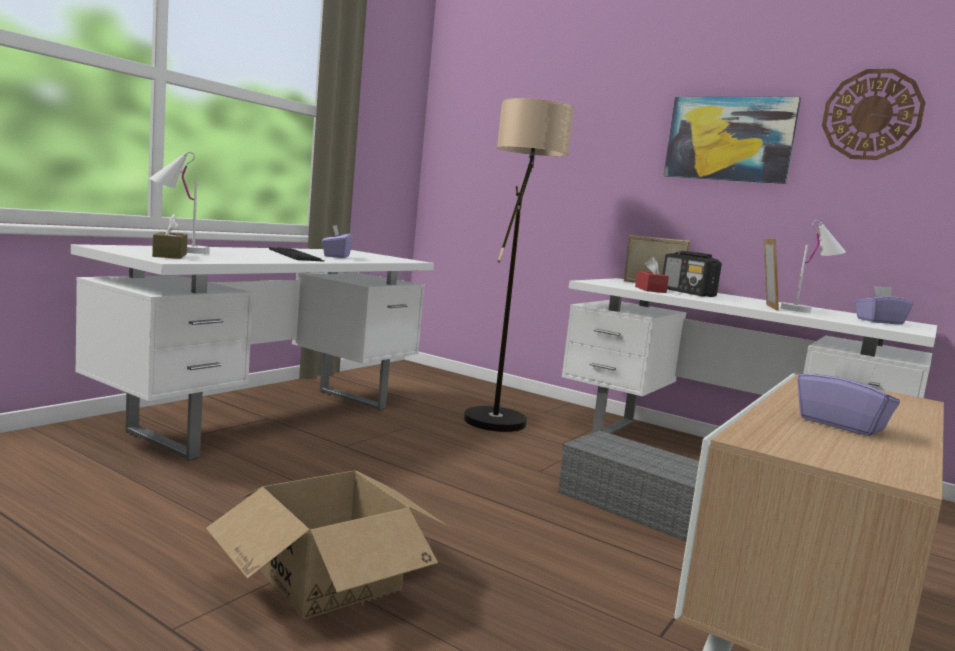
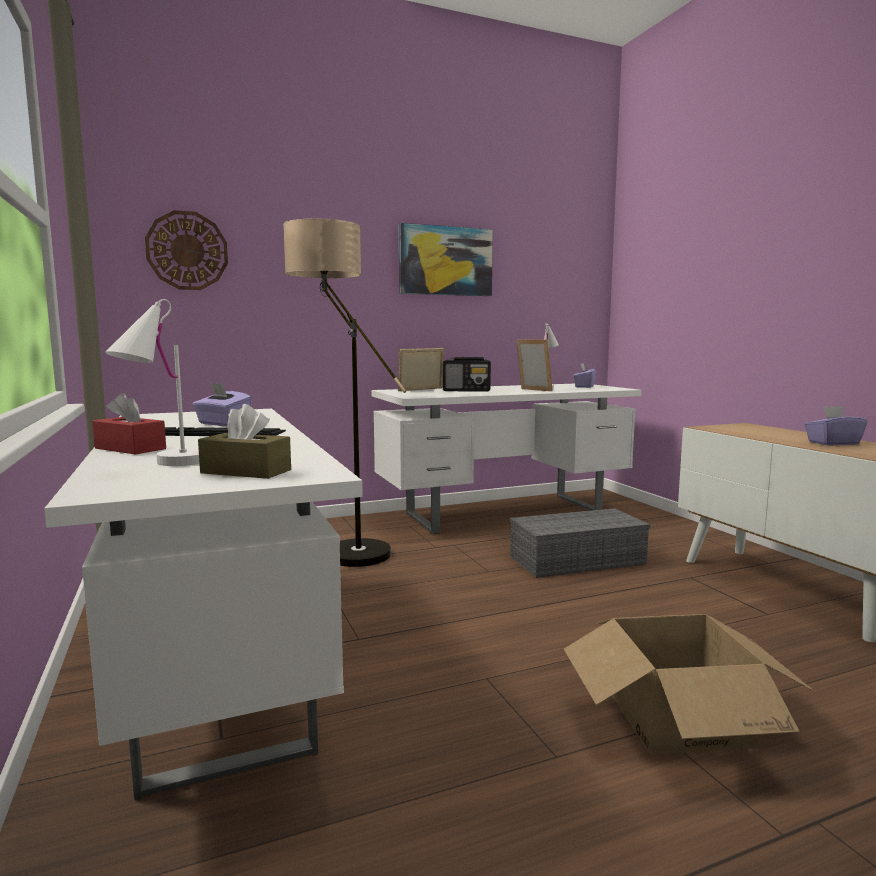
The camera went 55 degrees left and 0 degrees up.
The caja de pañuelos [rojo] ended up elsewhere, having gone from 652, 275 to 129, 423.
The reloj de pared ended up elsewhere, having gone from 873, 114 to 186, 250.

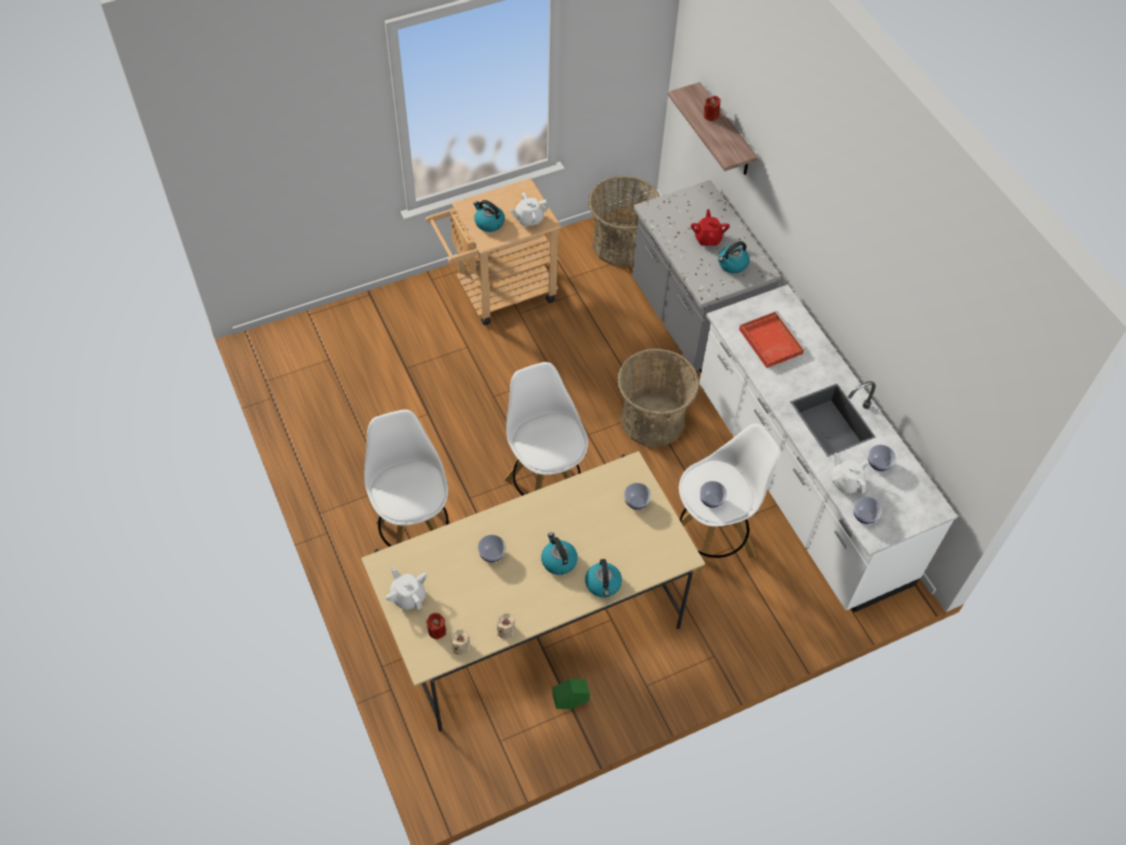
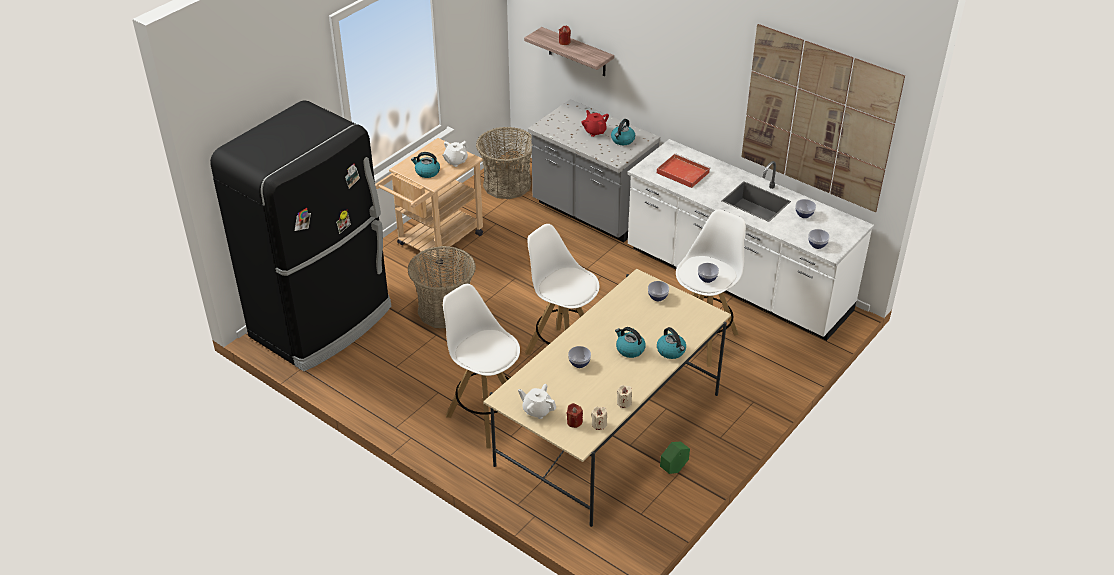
The camera went 25 degrees left and 15 degrees down.
The cesta ended up elsewhere, having gone from 658, 397 to 442, 287.
The second view lost the tetera [blanco] at 850, 473.
The second view gained the nevera [negro] at 300, 235.
The second view gained the cuadro at 823, 118.

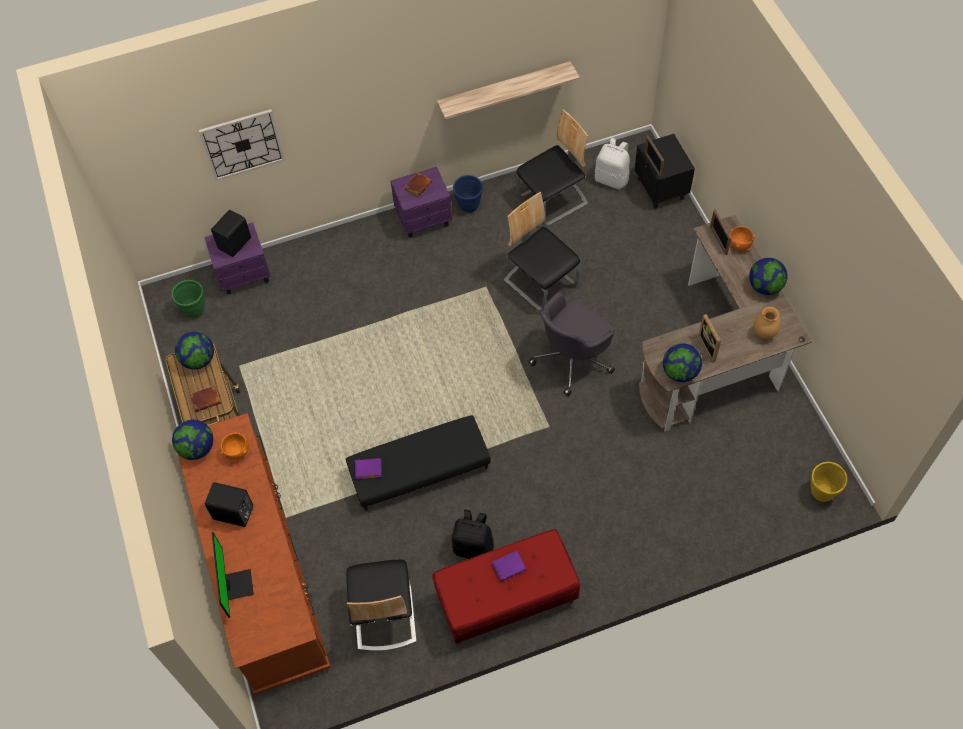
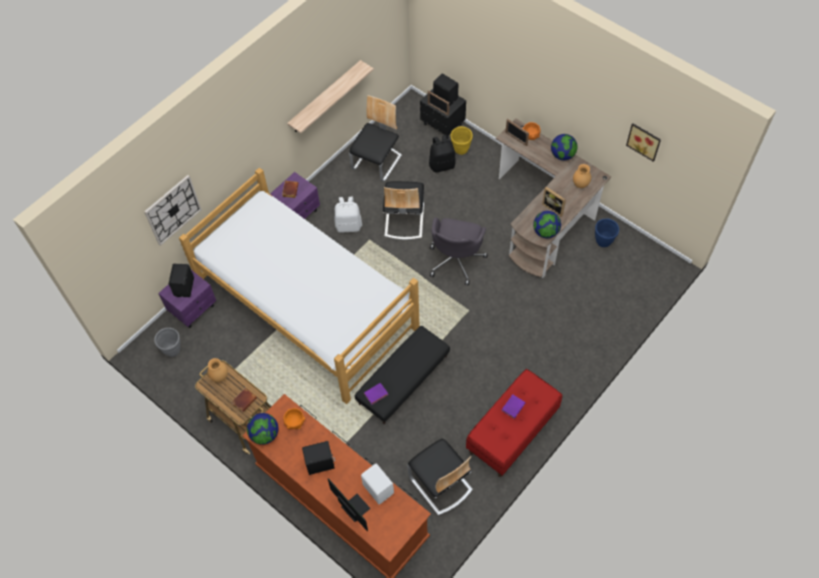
The camera went 30 degrees left and 0 degrees up.
What was the maceta [verde] at 188, 299 turned into the maceta [gris] at 167, 342.
Where the globo terráqueo stood at 194, 350, the florero [marrón] came to stand at 218, 370.
The mochila [negro] ended up elsewhere, having gone from 473, 534 to 442, 154.
The maceta [azul] ended up elsewhere, having gone from 468, 194 to 607, 232.
The silla at 542, 252 ended up facing another way, 105 degrees counterclockwise from before.
The mochila [blanco] ended up elsewhere, having gone from 612, 163 to 348, 214.
The maceta [amarillo] ended up elsewhere, having gone from 829, 482 to 462, 140.
The second view gained the cama at 299, 286.
The second view gained the altavoz [blanco] at 377, 483.
The second view gained the altavoz [negro] at 445, 90.
The second view gained the cuadro at 643, 143.

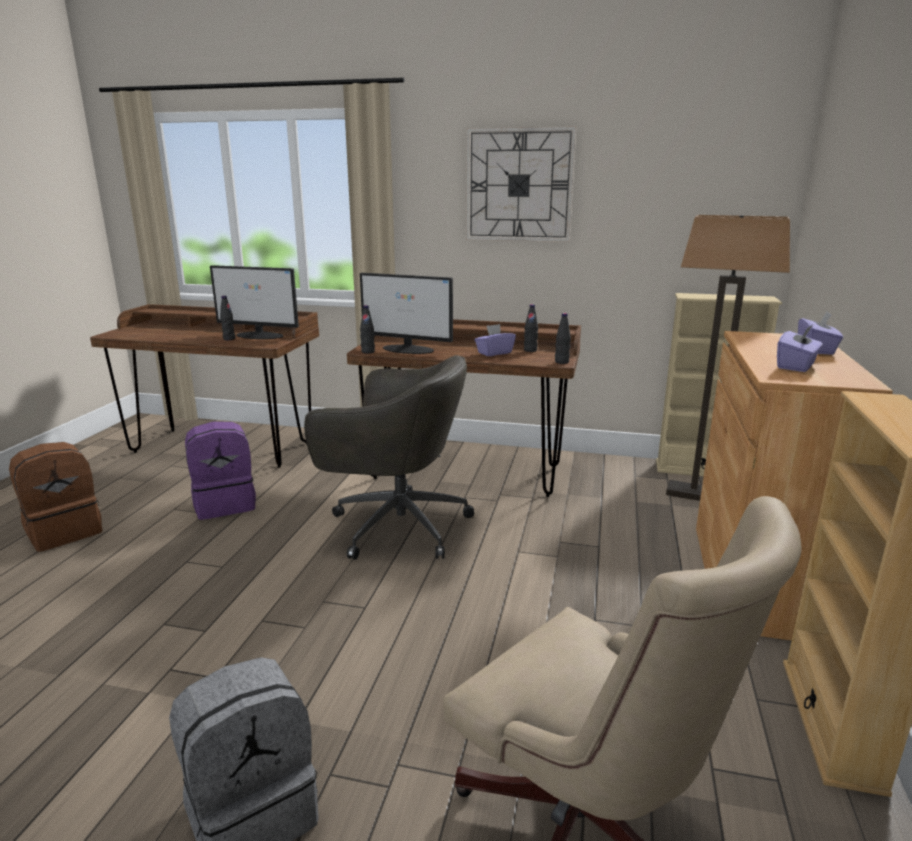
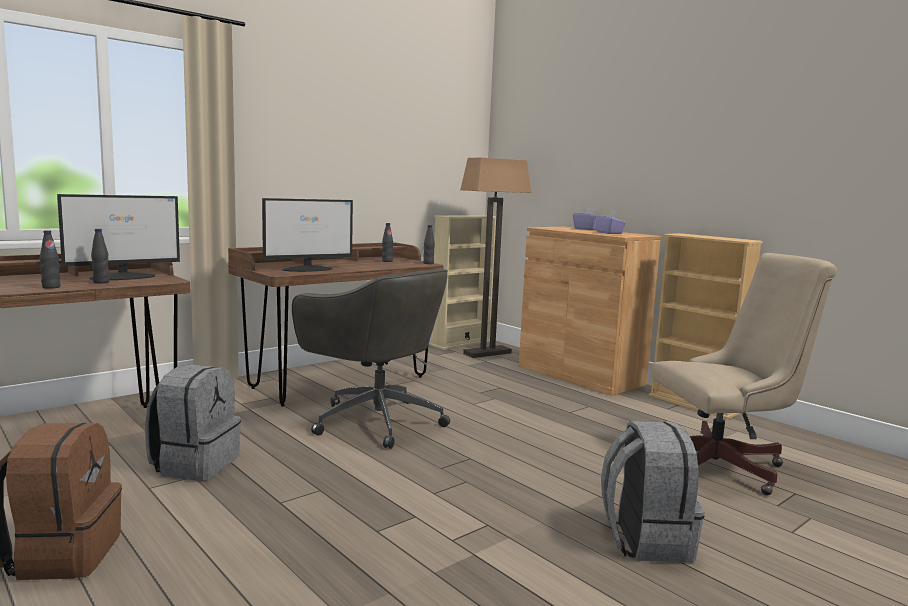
The camera went 55 degrees left and 10 degrees down.
What was the mochila [morado] at 220, 470 turned into the mochila [gris] at 193, 422.
The silla de oficina [gris] at 389, 457 ended up facing another way, 75 degrees clockwise from before.
The botella [negro] ended up elsewhere, having gone from 367, 329 to 50, 259.
The second view lost the reloj de pared at 521, 184.
The second view lost the caja de pañuelos [morado] at 495, 340.

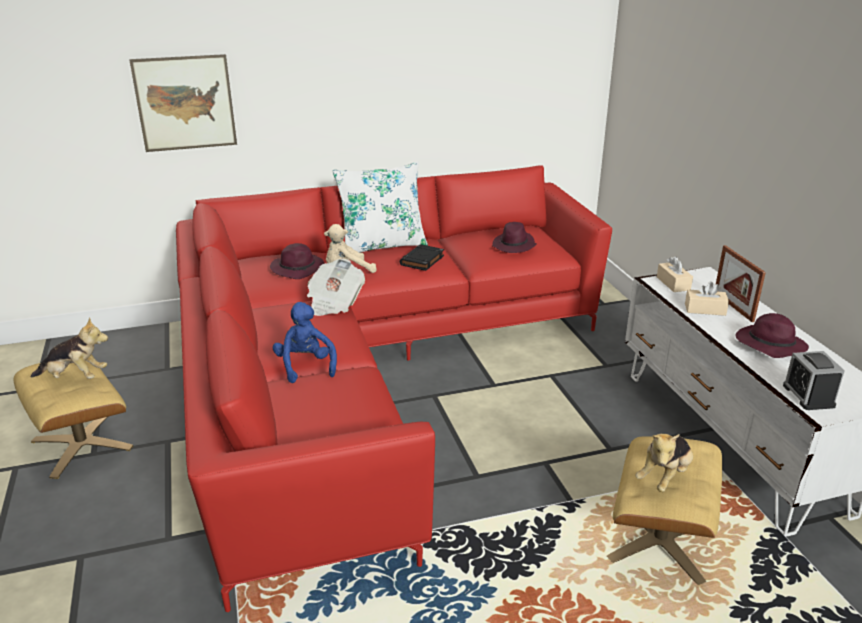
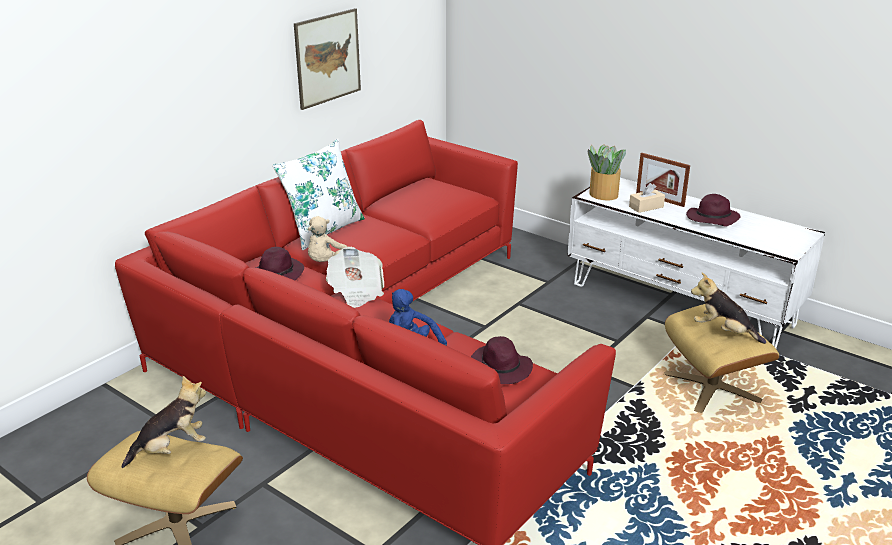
The camera went 35 degrees left and 0 degrees up.
The cuadro ended up elsewhere, having gone from 183, 103 to 327, 59.
The second view lost the libro [negro] at 422, 257.
The sombrero [morado] ended up elsewhere, having gone from 514, 237 to 502, 360.
The peluche at 664, 463 ended up facing another way, 120 degrees clockwise from before.
Where the caja de pañuelos [beis] stood at 675, 274, the planta en maceta came to stand at 607, 172.
The second view lost the despertador at 814, 380.

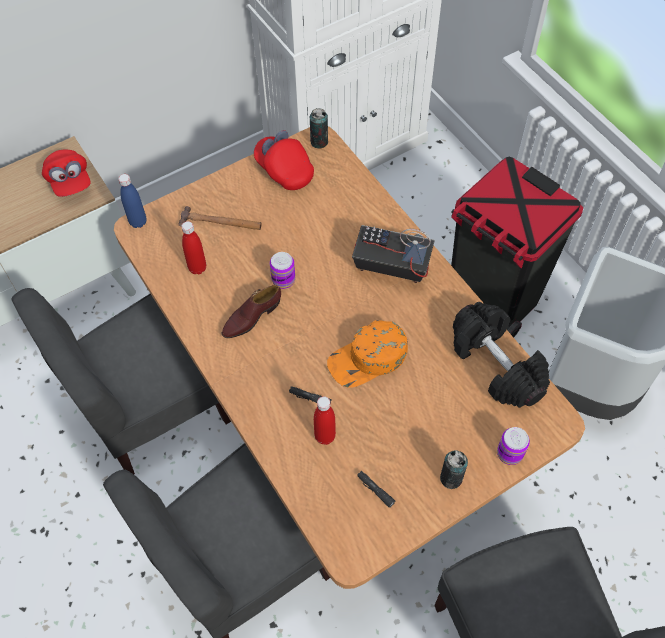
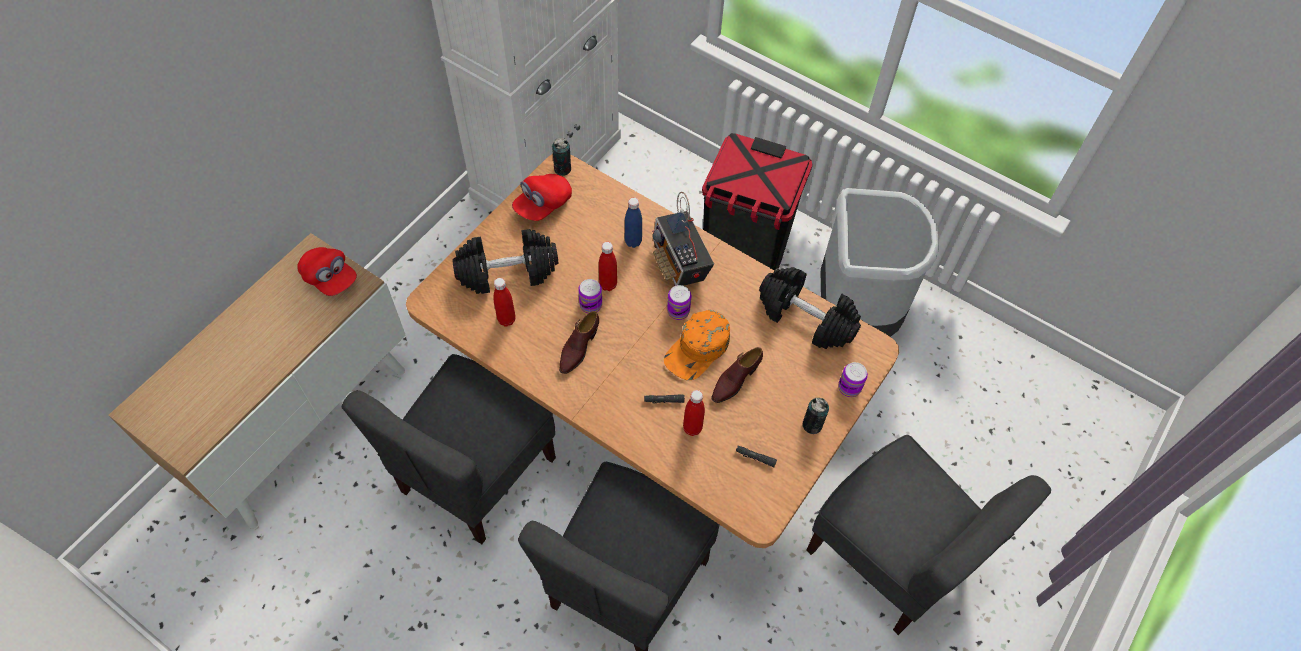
The camera went 25 degrees left and 0 degrees up.
The botella [azul] ended up elsewhere, having gone from 132, 201 to 633, 222.
Where the martillo stood at 220, 218, the mancuerna [negro] came to stand at 505, 261.
The gorra [rojo] at 284, 160 ended up facing another way, 75 degrees counterclockwise from before.
The radio at 393, 254 ended up facing another way, 105 degrees counterclockwise from before.
The second view gained the botella [rojo] at 608, 266.
The second view gained the lata at 679, 302.
The second view gained the zapato [marrón] at 737, 375.

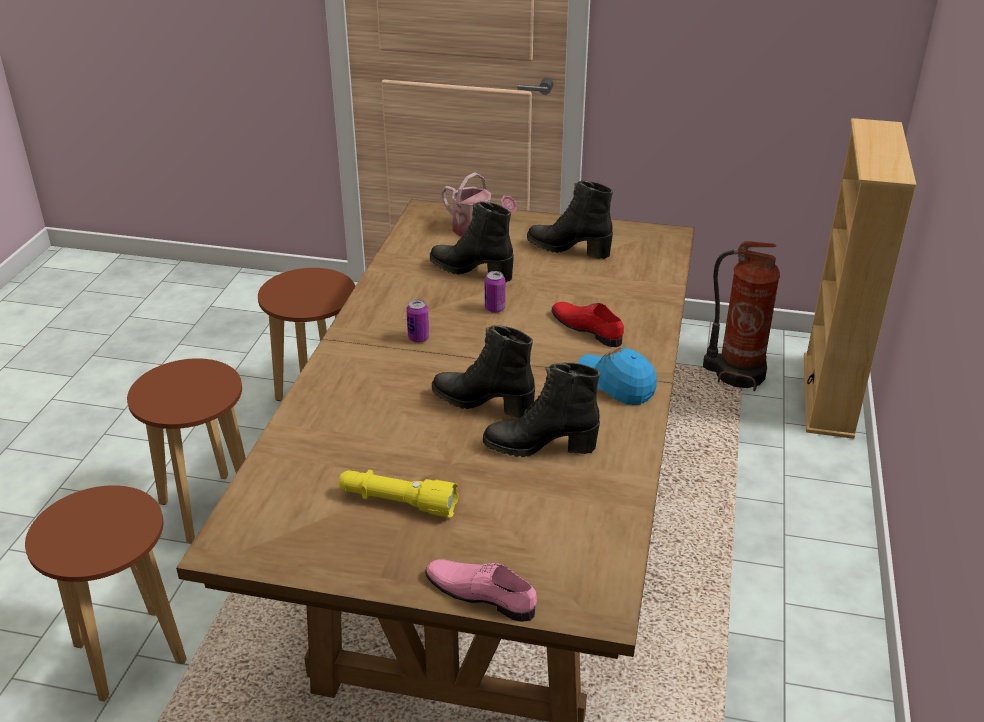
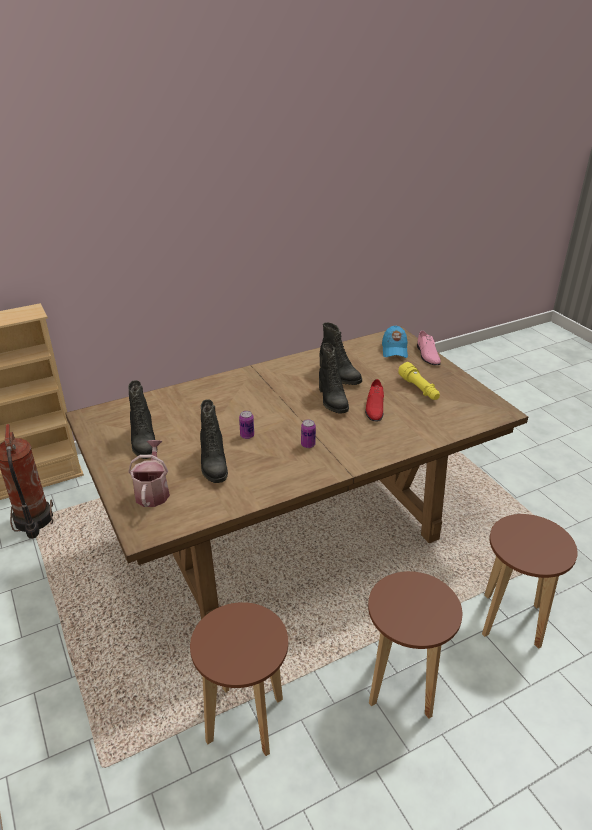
The camera went 130 degrees left and 0 degrees up.
The zapato [rojo] ended up elsewhere, having gone from 588, 324 to 374, 400.
The gorra [azul] ended up elsewhere, having gone from 617, 376 to 395, 342.

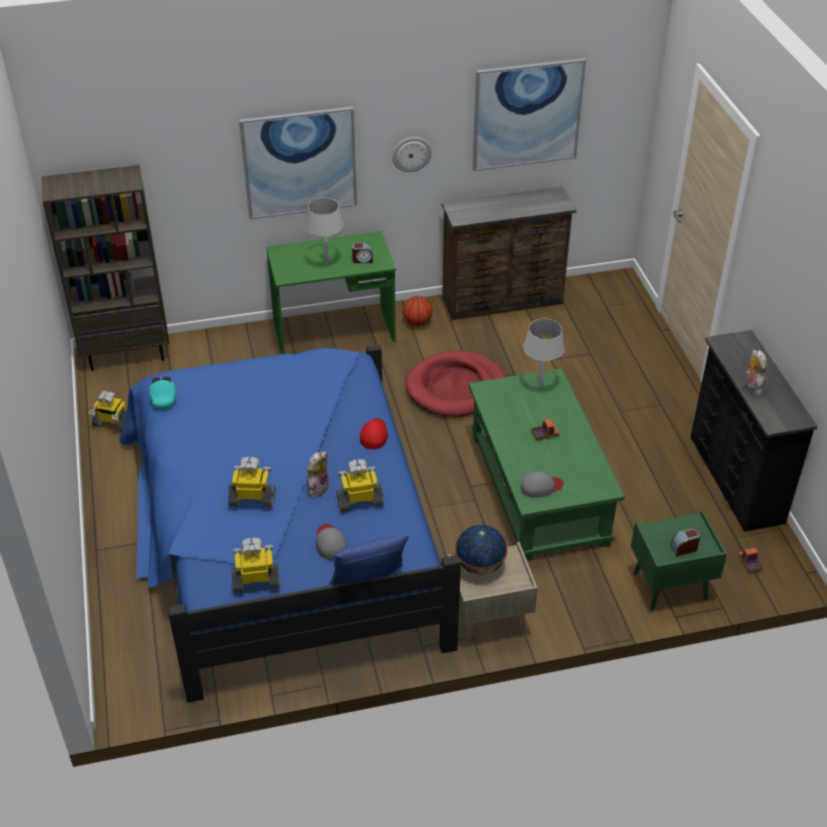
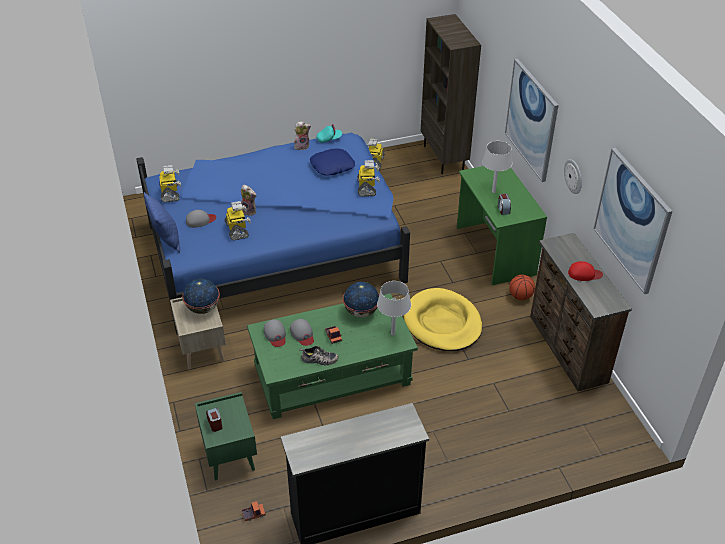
The camera went 85 degrees right and 0 degrees up.
The robot de juguete ended up elsewhere, having gone from 252, 482 to 368, 178.
The gorra [rojo] ended up elsewhere, having gone from 374, 433 to 585, 271.
What was the cama para perro [rojo] at 455, 384 turned into the cama para perro [amarillo] at 443, 319.
The peluche ended up elsewhere, having gone from 756, 373 to 302, 135.
The second view gained the gorra [gris] at 302, 332.
The second view gained the zapato at 319, 355.
The second view gained the cojín [azul] at 332, 162.
The second view gained the globo terráqueo at 361, 300.

